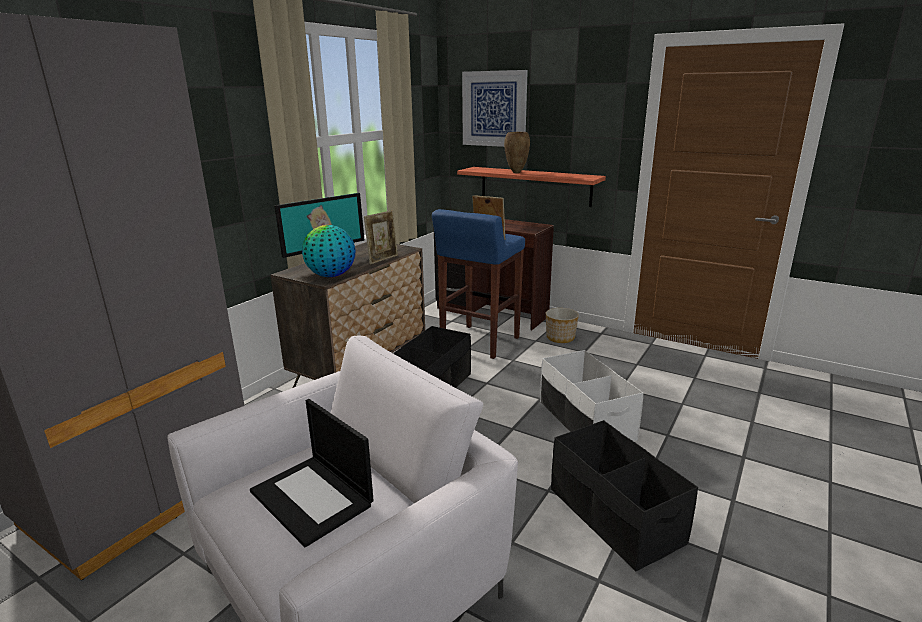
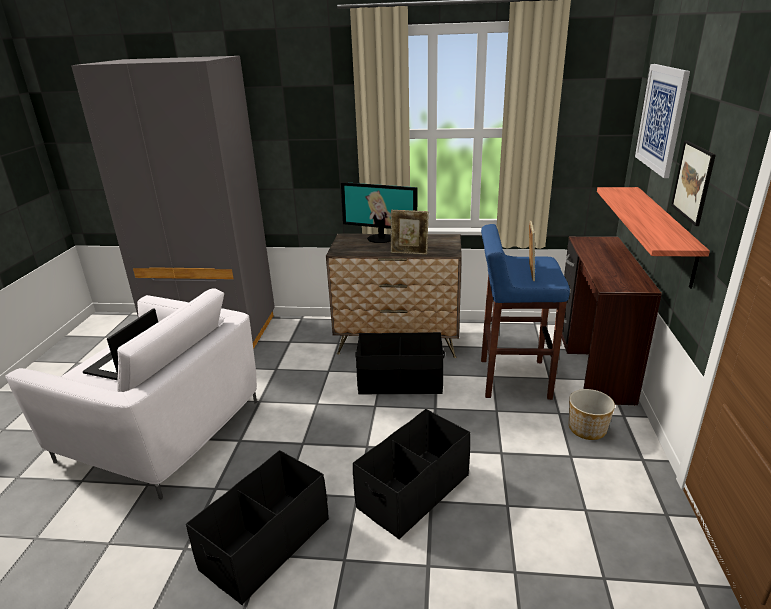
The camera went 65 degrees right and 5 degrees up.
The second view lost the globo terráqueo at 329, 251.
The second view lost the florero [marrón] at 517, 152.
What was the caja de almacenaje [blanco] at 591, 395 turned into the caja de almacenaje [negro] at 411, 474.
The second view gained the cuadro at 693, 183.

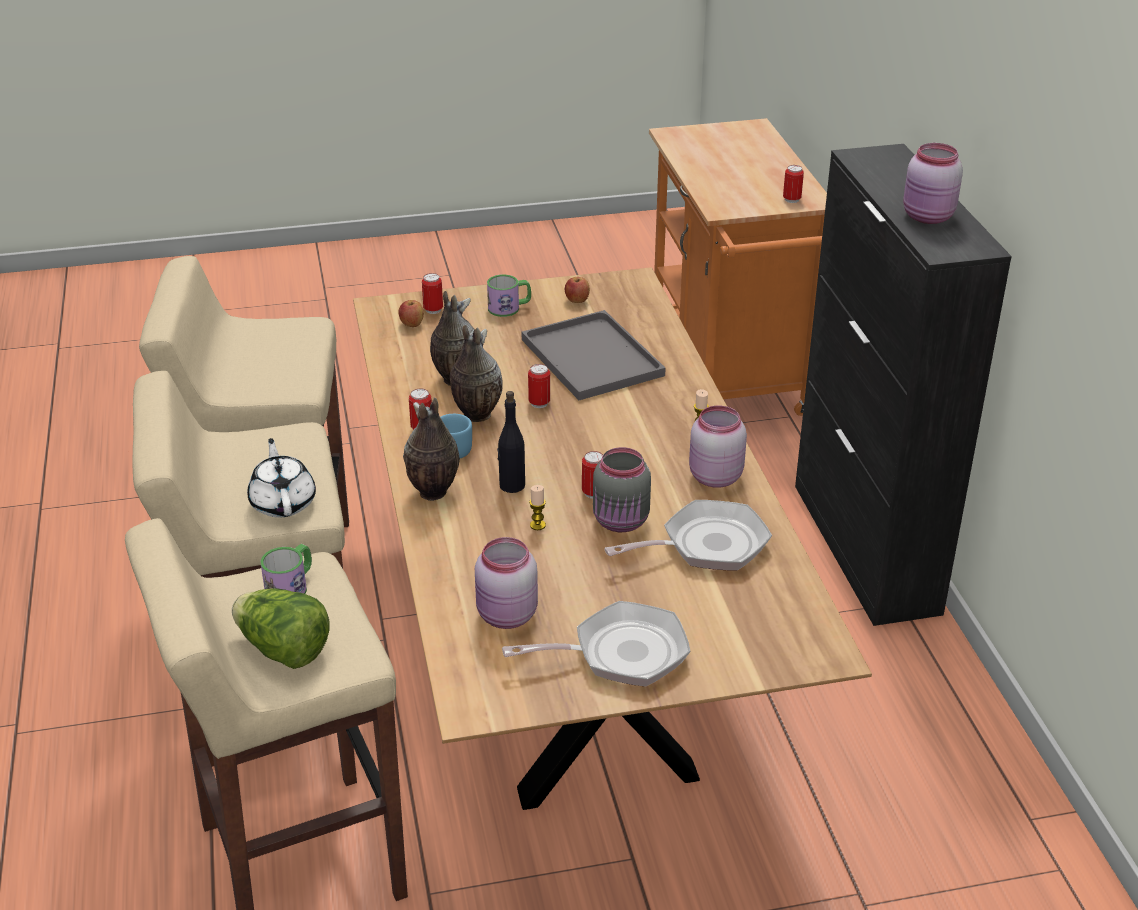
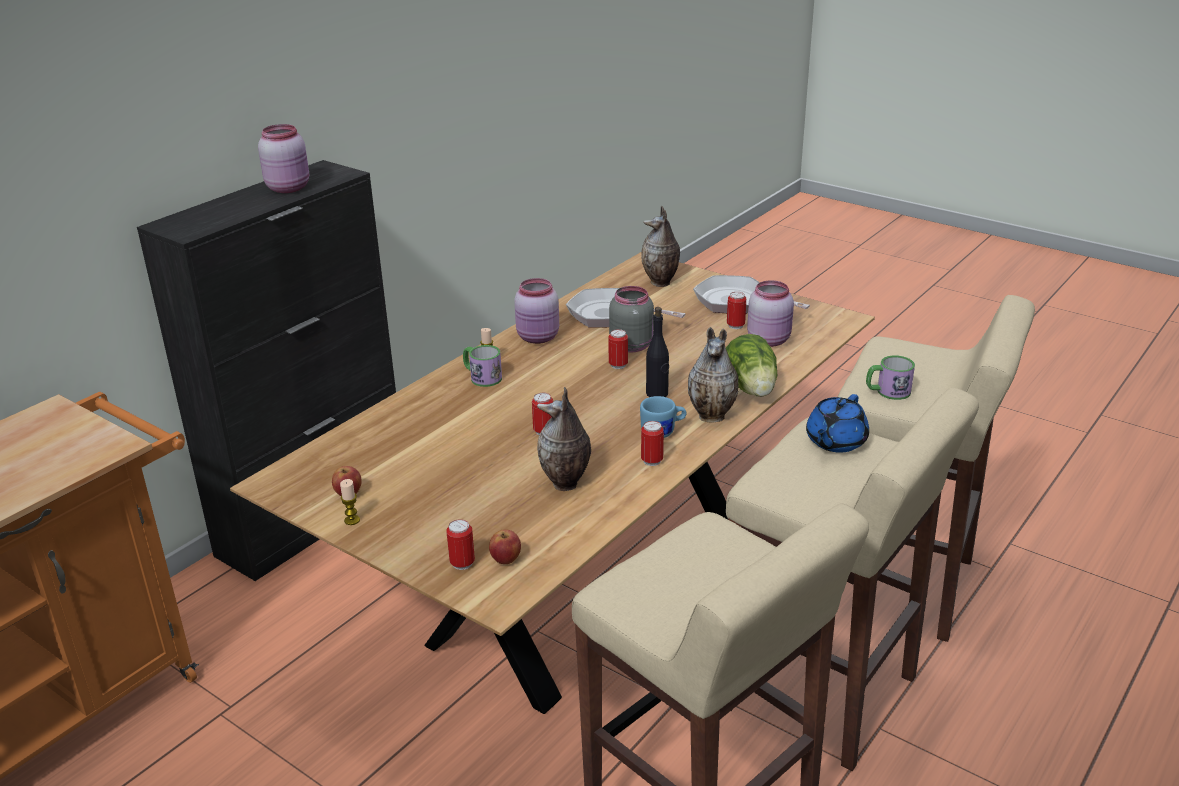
The camera went 130 degrees left and 5 degrees down.
The lechuga ended up elsewhere, having gone from 281, 628 to 751, 365.
What was the tetera [blanco] at 281, 477 turned into the tetera [azul] at 837, 423.
The florero ended up elsewhere, having gone from 476, 373 to 660, 246.
The taza grande ended up elsewhere, having gone from 509, 295 to 482, 366.
The second view lost the bandeja [gris] at 593, 355.
The vela ended up elsewhere, having gone from 537, 507 to 350, 502.
The lata ended up elsewhere, having gone from 793, 184 to 736, 310.

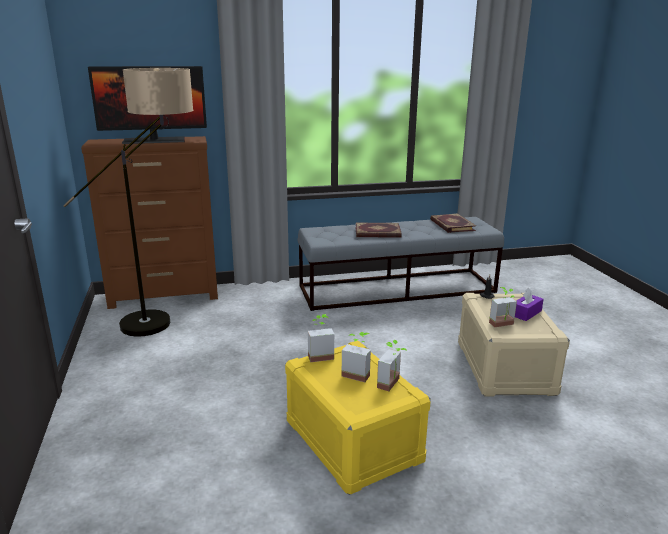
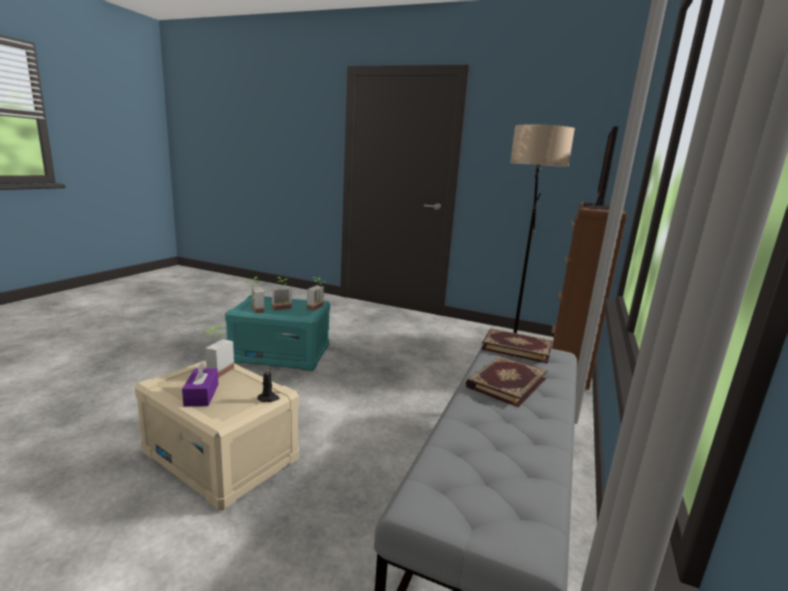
The camera went 125 degrees right and 5 degrees down.
What was the caja de almacenaje [amarillo] at 358, 417 turned into the caja de almacenaje [turquesa] at 277, 332.
The libro ended up elsewhere, having gone from 453, 223 to 516, 346.

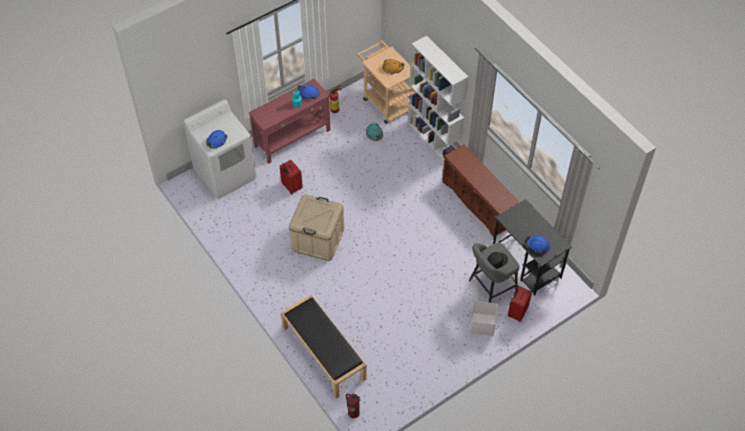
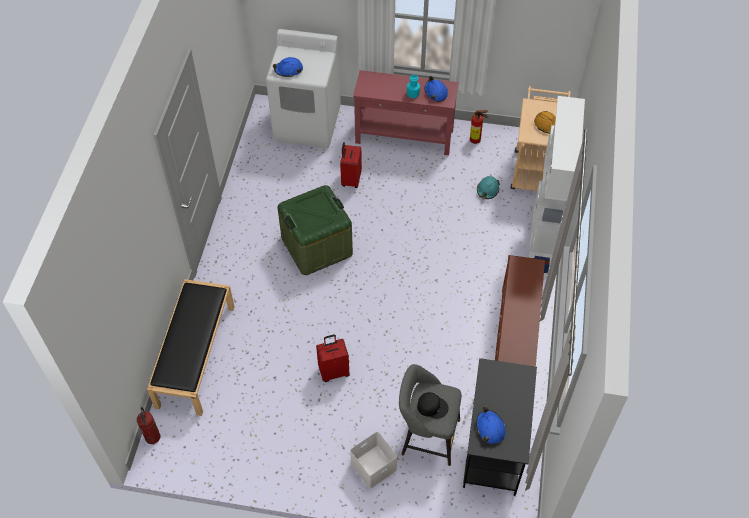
The camera went 45 degrees right and 0 degrees up.
What was the caja de almacenaje [beis] at 316, 227 turned into the caja de almacenaje [verde] at 315, 230.
The maleta [rojo] ended up elsewhere, having gone from 520, 304 to 333, 358.

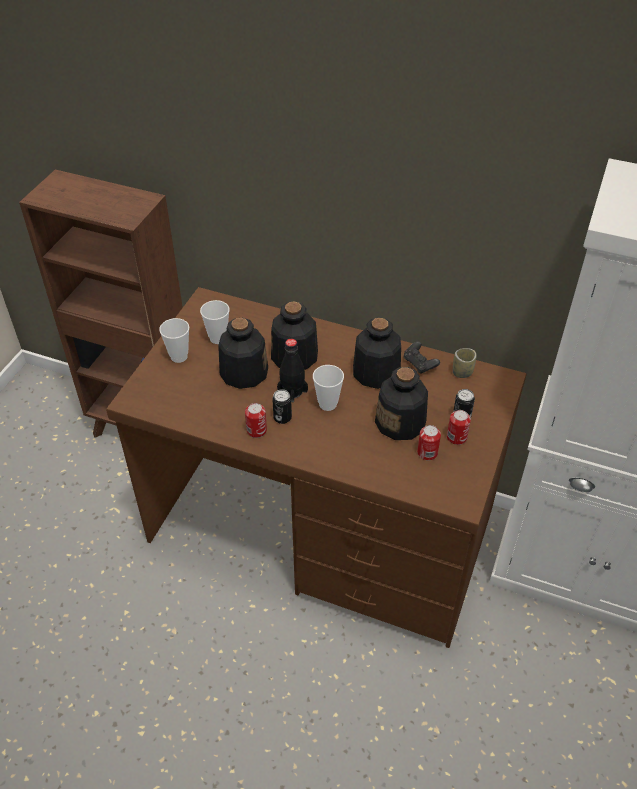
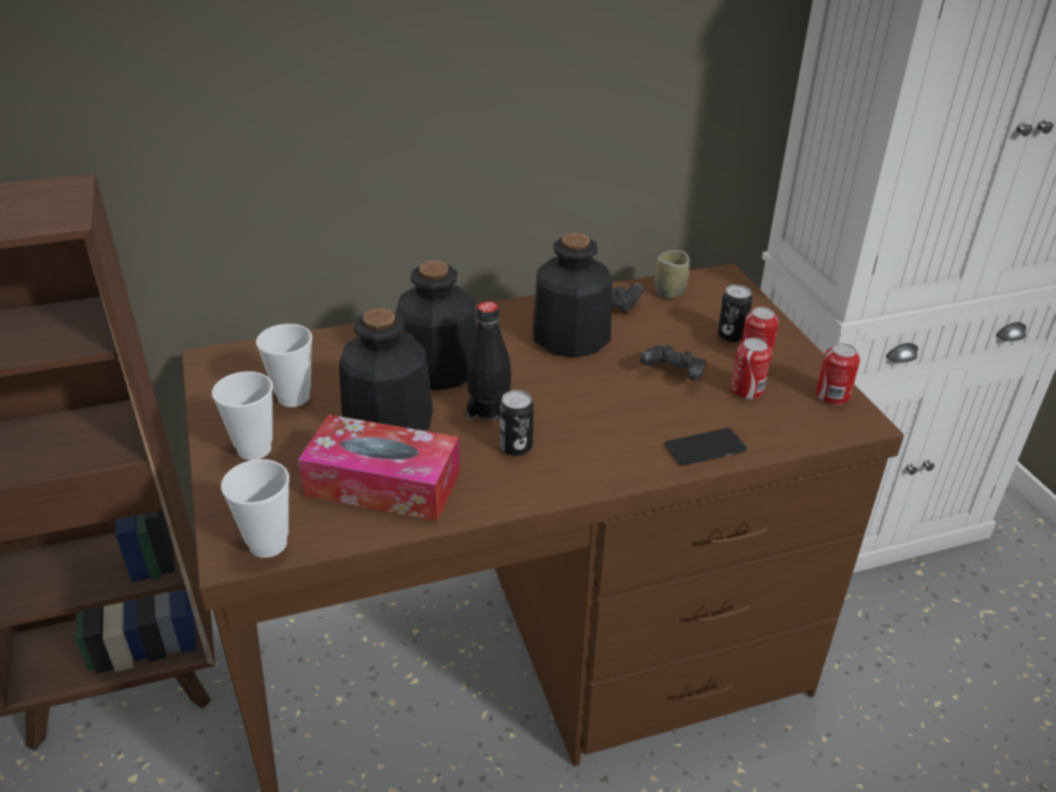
The camera went 40 degrees left and 10 degrees down.
The lata ended up elsewhere, having gone from 256, 420 to 838, 374.
The taza ended up elsewhere, having gone from 328, 388 to 255, 508.
Where the botella stood at 401, 403, the mando de consola [negro] came to stand at 673, 362.
The second view gained the caja de pañuelos at 379, 467.
The second view gained the móvil at 706, 447.

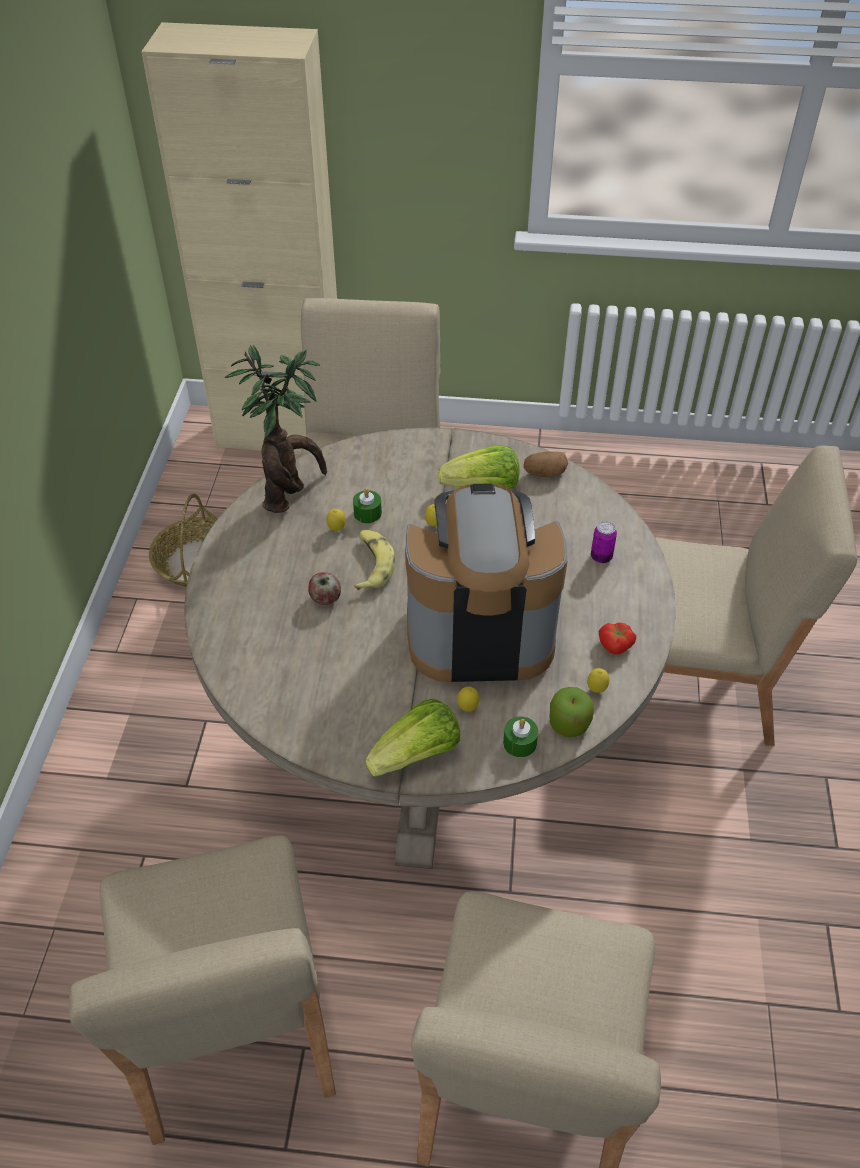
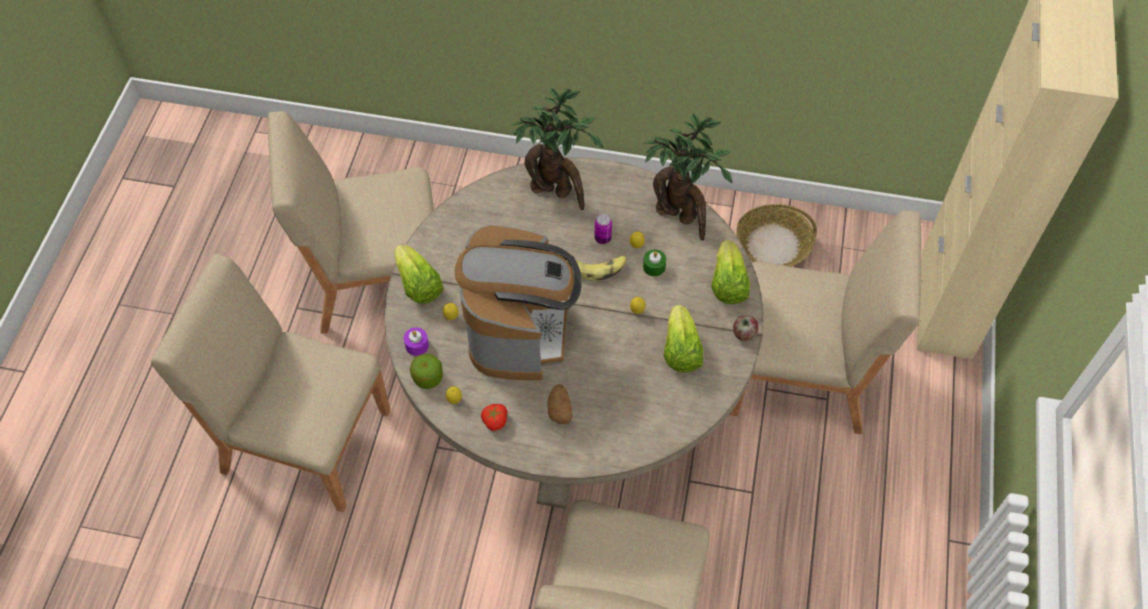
The camera went 95 degrees right and 10 degrees up.
The manzana ended up elsewhere, having gone from 324, 588 to 745, 328.
What was the vela [verde] at 520, 736 turned into the vela [morado] at 416, 342.
The patata ended up elsewhere, having gone from 545, 464 to 559, 404.
The lata ended up elsewhere, having gone from 604, 542 to 603, 229.
The second view gained the planta en maceta at 557, 149.
The second view gained the lechuga at 730, 272.

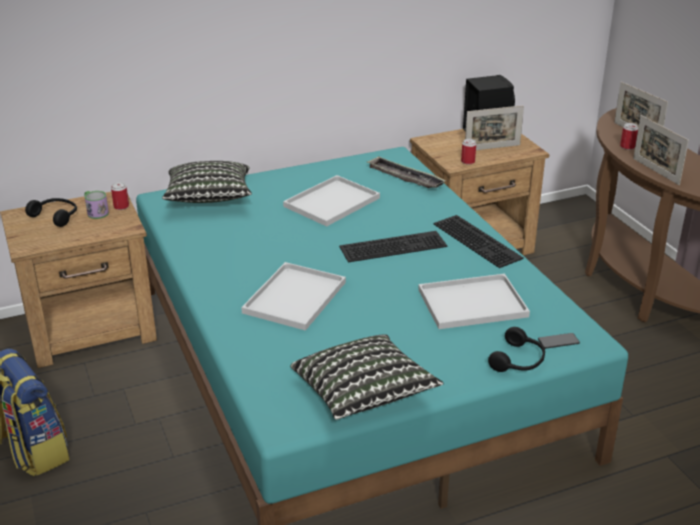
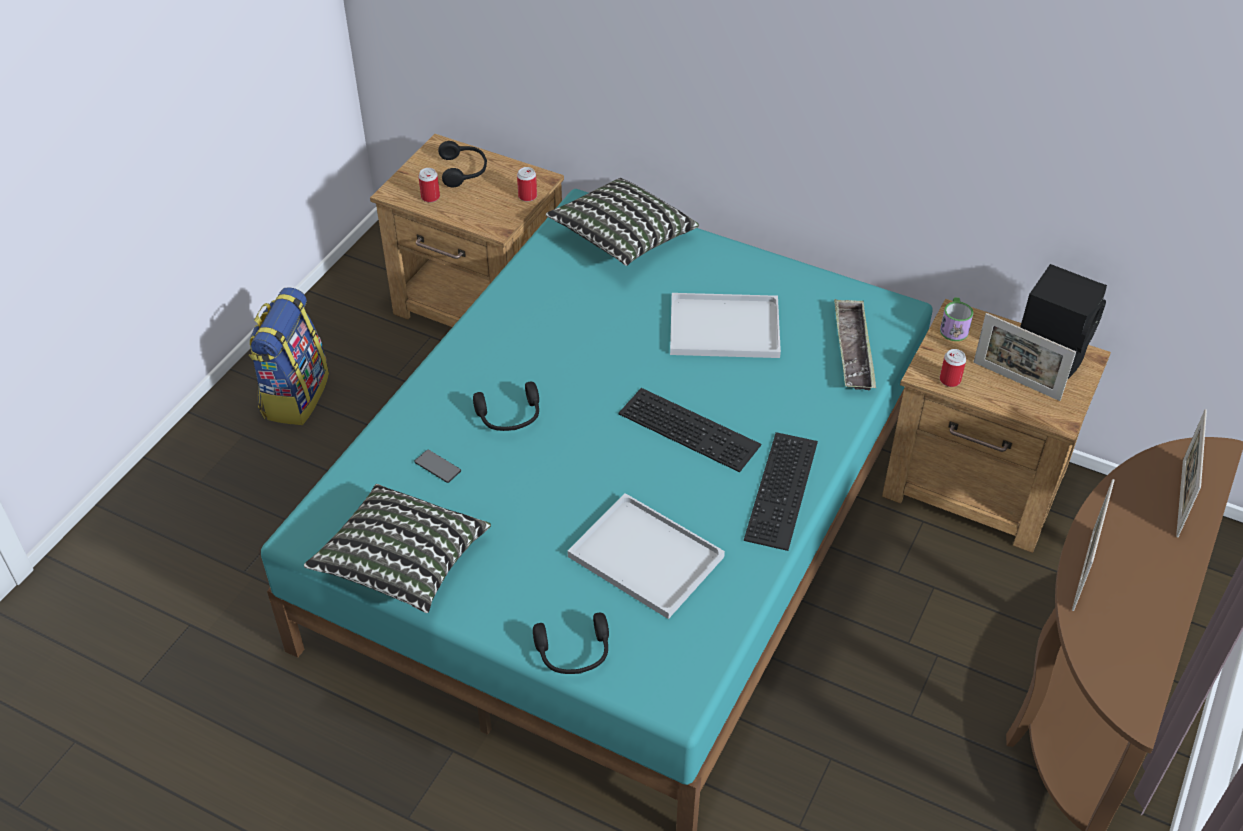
The camera went 50 degrees right and 15 degrees up.
The taza grande ended up elsewhere, having gone from 96, 205 to 956, 319.
Where the bandeja [blanco] stood at 293, 296, the auriculares [negro] came to stand at 506, 406.
The móvil ended up elsewhere, having gone from 559, 341 to 437, 466.
The lata ended up elsewhere, having gone from 629, 136 to 429, 185.

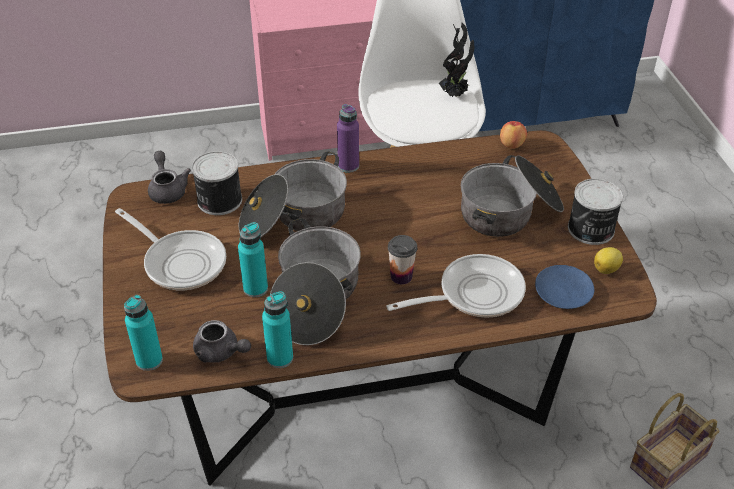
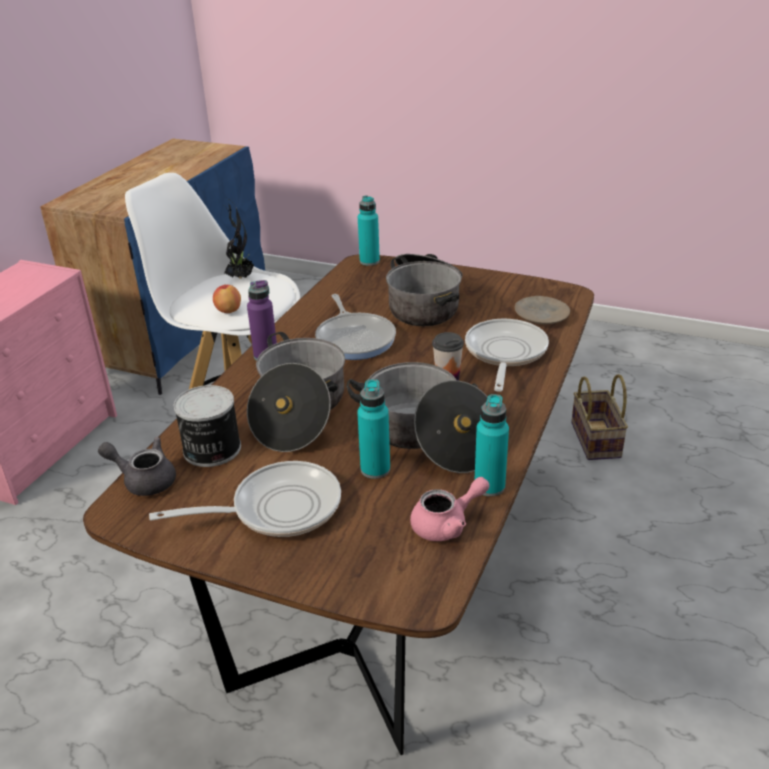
The camera went 55 degrees left and 10 degrees down.
The botella [turquesa] ended up elsewhere, having gone from 143, 333 to 369, 230.
What was the tetera [gris] at 222, 341 turned into the tetera [rosa] at 449, 509.
The manzana ended up elsewhere, having gone from 513, 135 to 227, 299.
What was the plato [azul] at 564, 287 turned into the plato [beis] at 542, 310.
The second view lost the lata at 595, 212.
The second view lost the limón at 608, 260.
The second view gained the sartén at 355, 327.

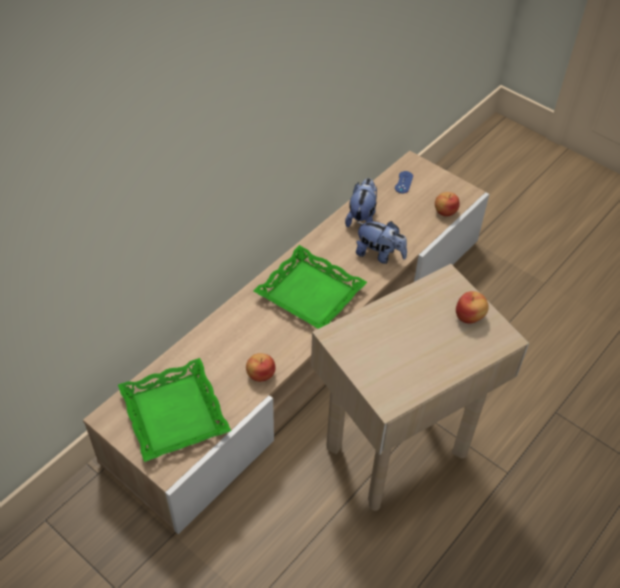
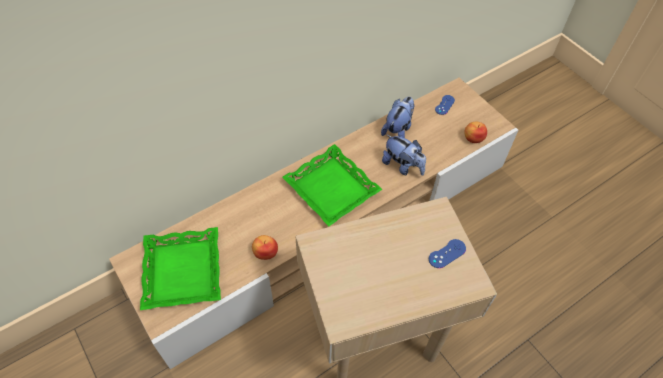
The camera went 15 degrees right and 5 degrees up.
Where the manzana stood at 472, 307, the mando de consola [azul] came to stand at 447, 253.

